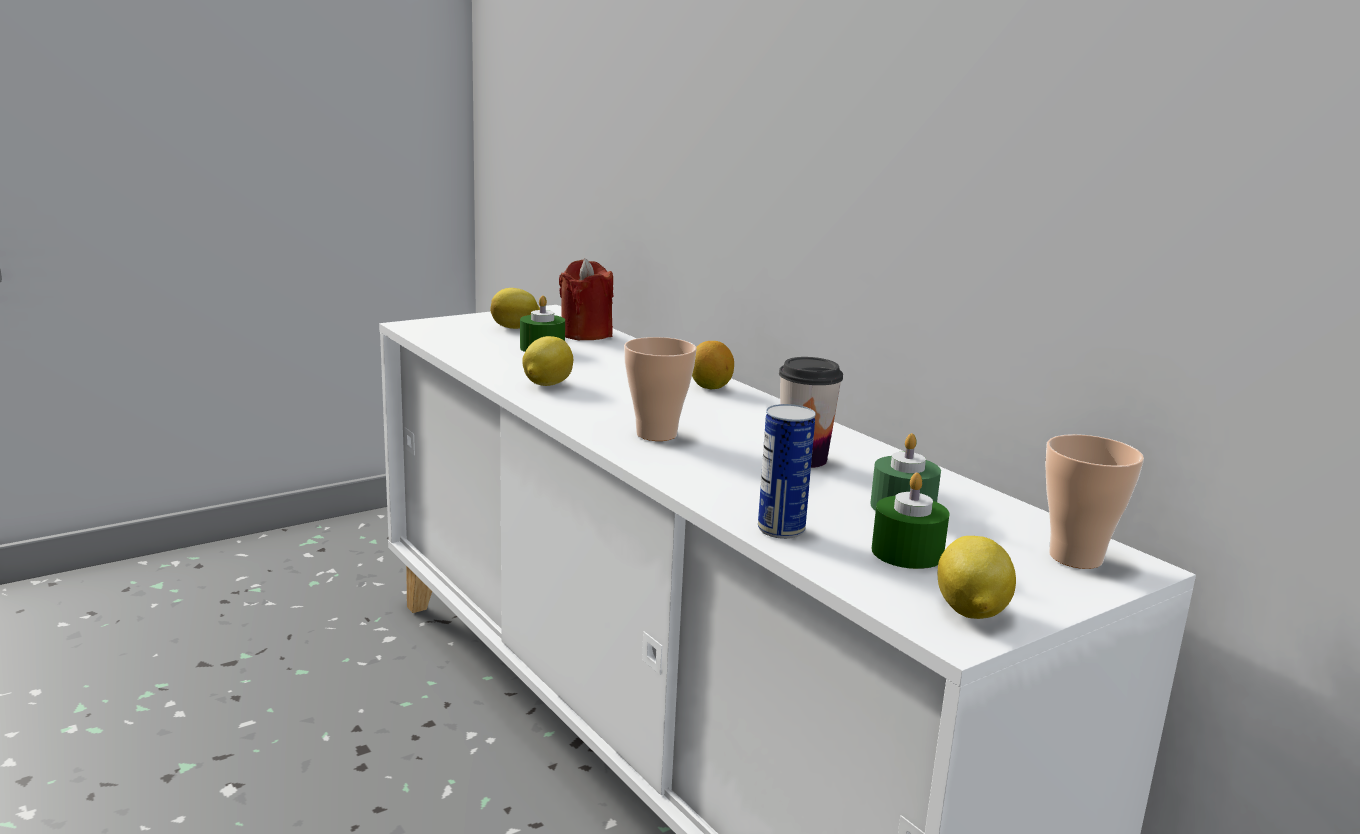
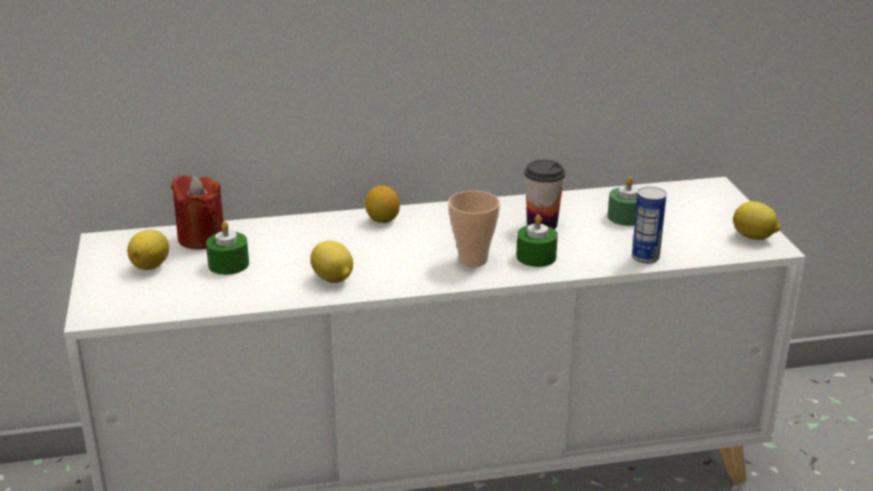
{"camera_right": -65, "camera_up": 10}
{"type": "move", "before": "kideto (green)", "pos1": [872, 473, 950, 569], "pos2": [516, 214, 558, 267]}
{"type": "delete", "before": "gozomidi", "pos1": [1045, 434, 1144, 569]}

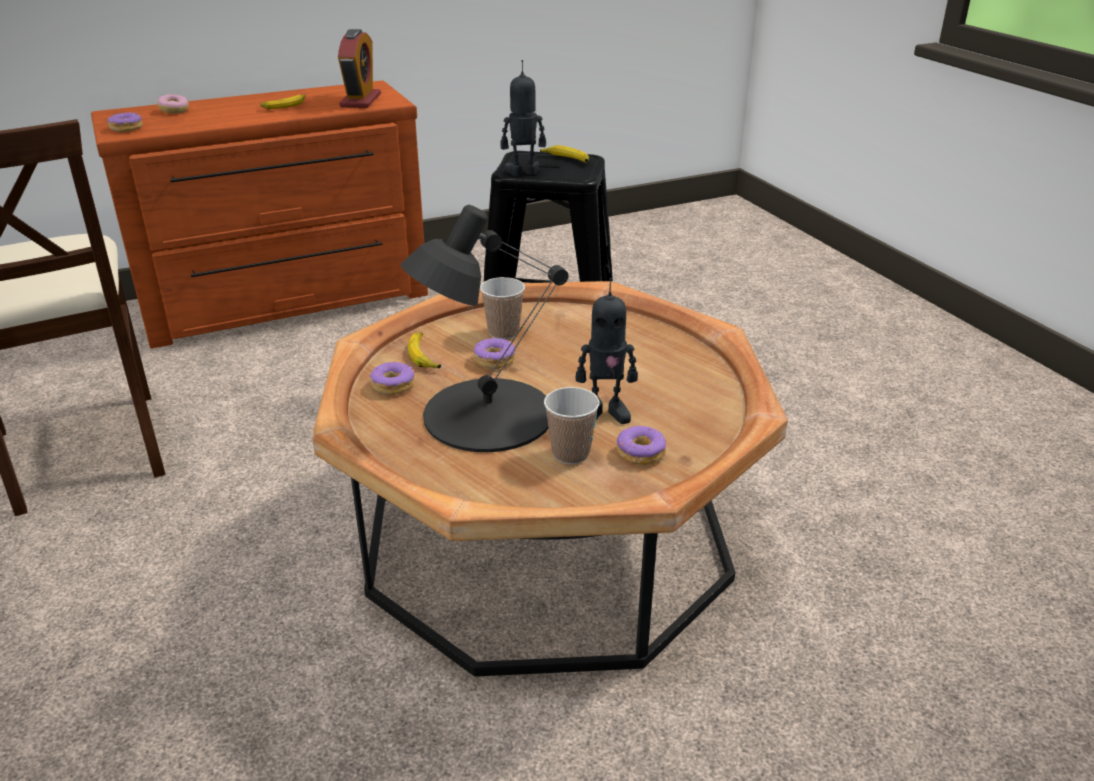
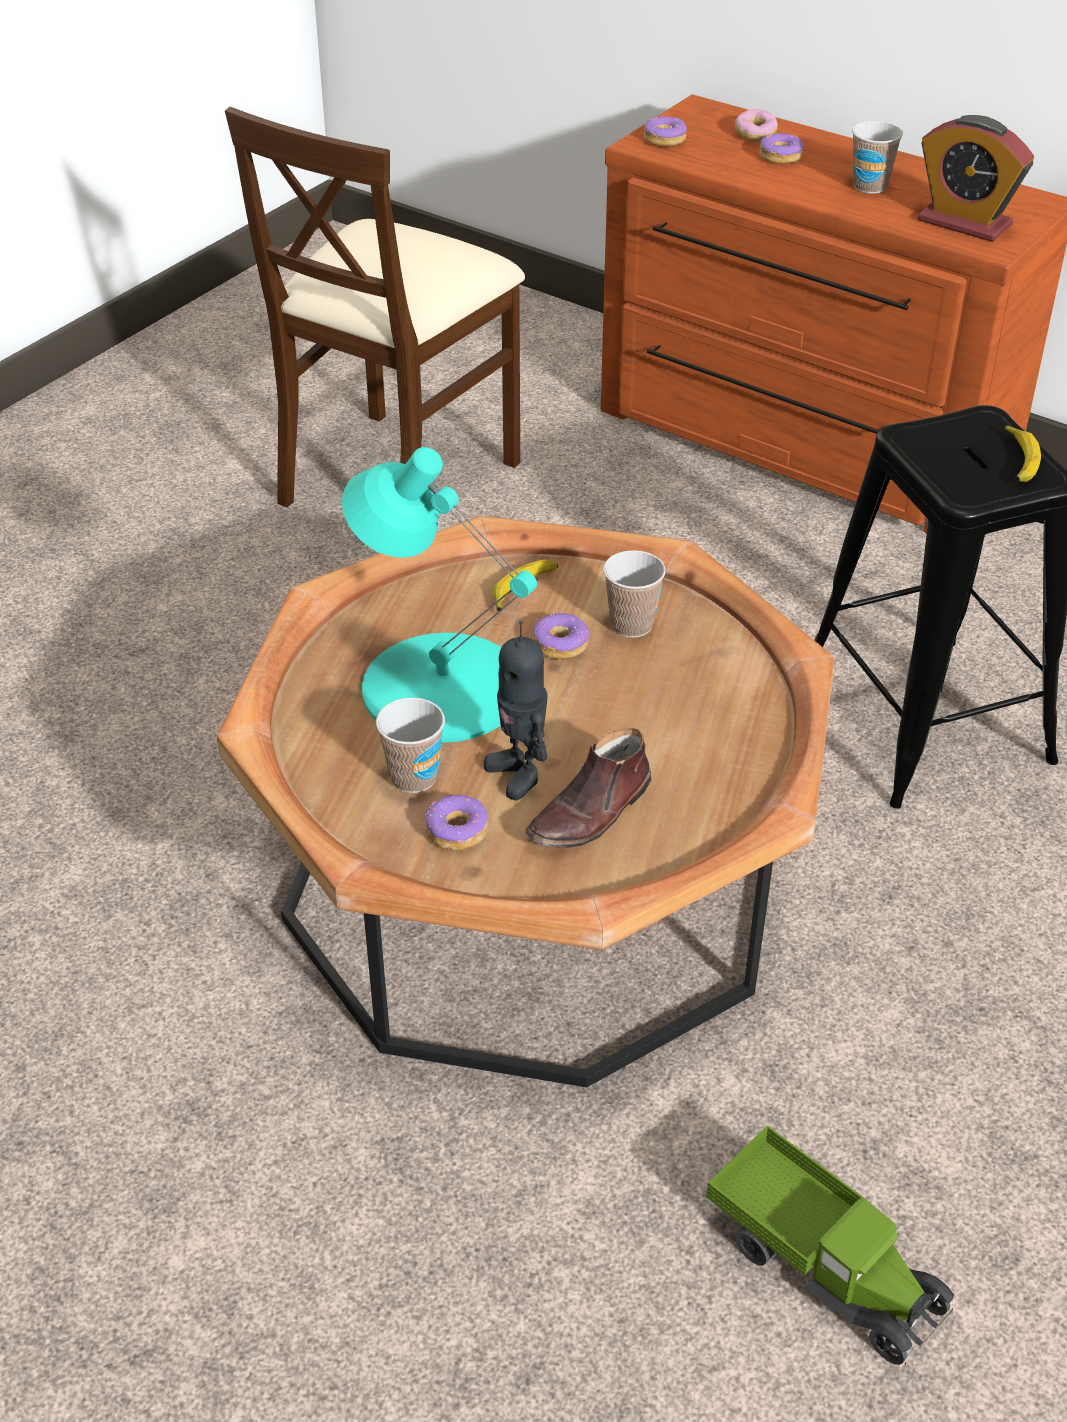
{"camera_right": 60, "camera_up": 10}
{"type": "recolor", "before": "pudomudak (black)", "after": "pudomudak (turquoise)", "pos1": [400, 205, 568, 452], "pos2": [342, 447, 537, 743]}
{"type": "insert", "after": "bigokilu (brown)", "pos2": [526, 728, 652, 848]}
{"type": "insert", "after": "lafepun", "pos2": [706, 1125, 954, 1365]}
{"type": "move", "before": "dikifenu", "pos1": [370, 361, 414, 395], "pos2": [759, 133, 804, 164]}
{"type": "replace", "before": "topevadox", "after": "gozomidi", "pos1": [260, 94, 306, 109], "pos2": [852, 121, 903, 194]}
{"type": "rotate", "before": "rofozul", "pos1": [338, 29, 381, 108], "pos2": [918, 115, 1034, 242], "turn": 60}
{"type": "delete", "before": "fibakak", "pos1": [500, 60, 546, 176]}

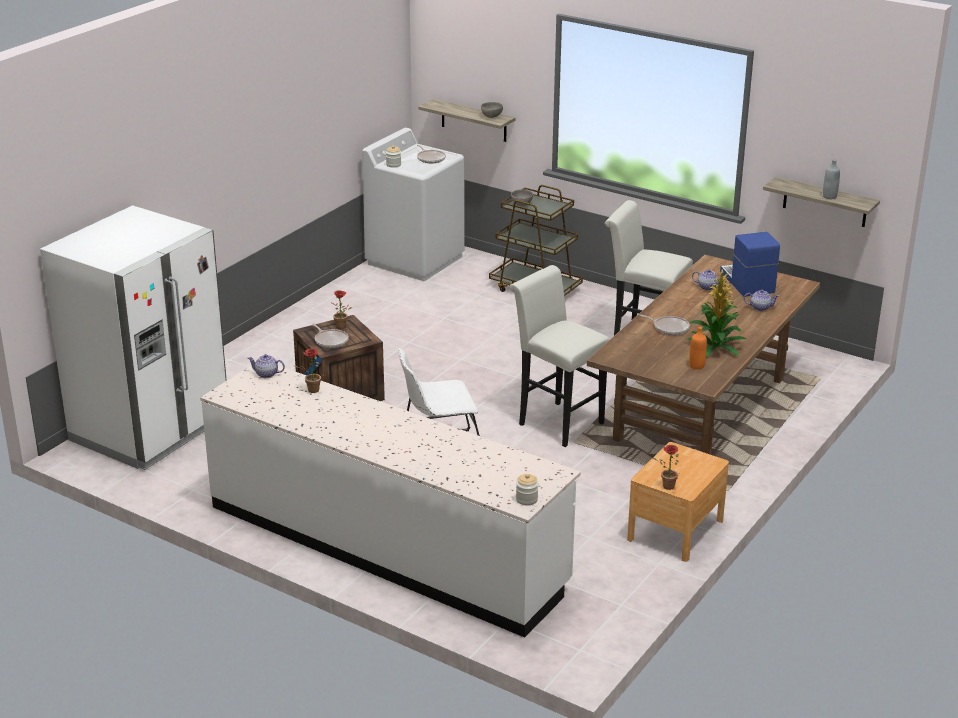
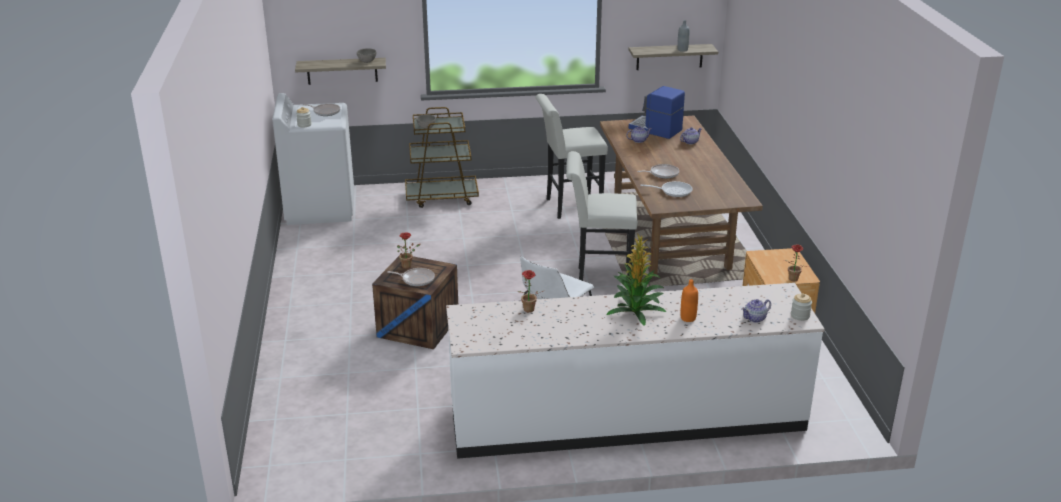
{"camera_right": -40, "camera_up": 0}
{"type": "move", "before": "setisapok", "pos1": [686, 269, 746, 357], "pos2": [606, 233, 666, 326]}
{"type": "insert", "after": "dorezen", "pos2": [640, 181, 693, 197]}
{"type": "move", "before": "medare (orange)", "pos1": [689, 327, 707, 370], "pos2": [680, 279, 698, 322]}
{"type": "move", "before": "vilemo", "pos1": [248, 354, 285, 378], "pos2": [741, 299, 771, 323]}
{"type": "delete", "before": "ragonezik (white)", "pos1": [40, 205, 227, 470]}

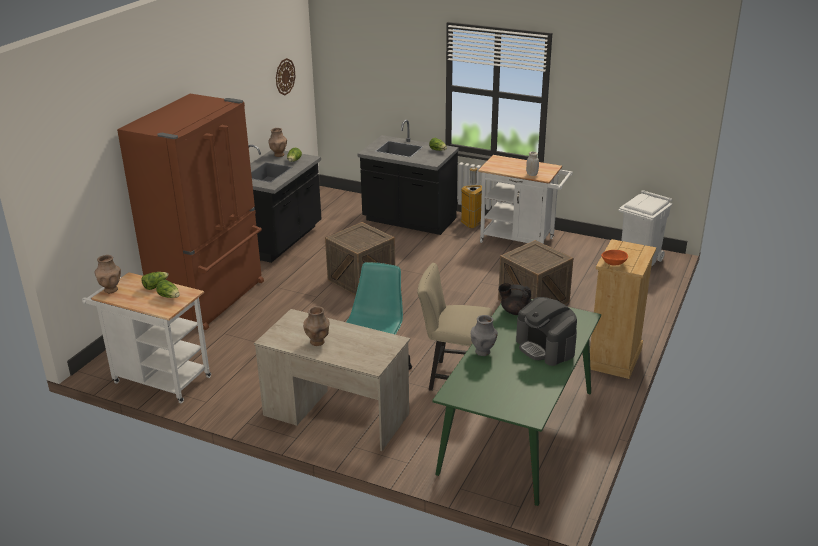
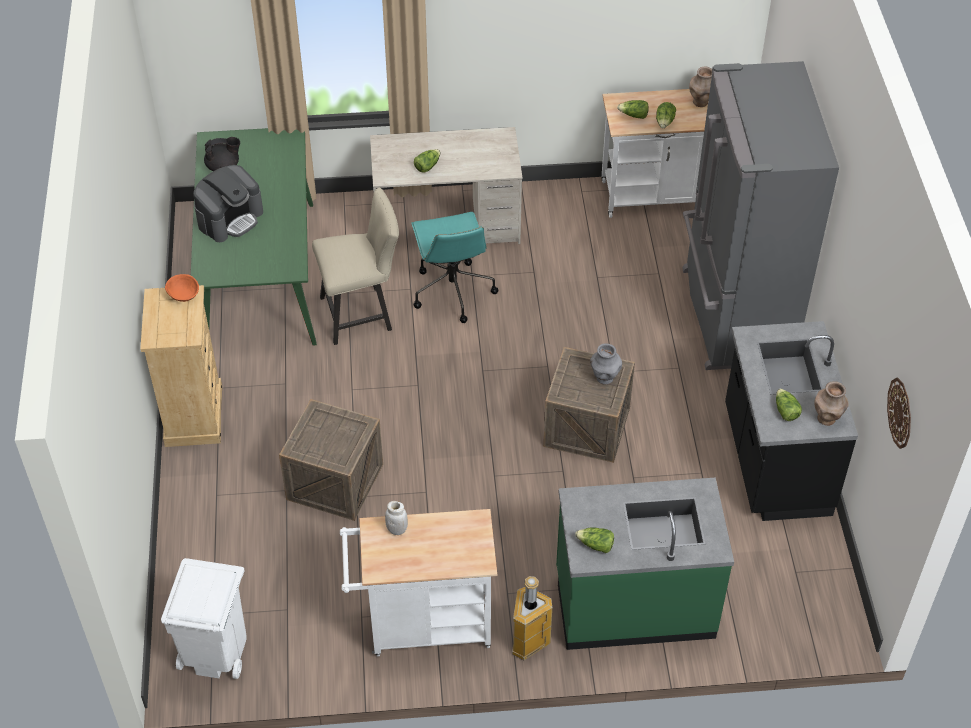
{"camera_right": 150, "camera_up": 20}
{"type": "rotate", "before": "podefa", "pos1": [516, 297, 577, 366], "pos2": [193, 165, 263, 242], "turn": 105}
{"type": "move", "before": "vilemo (black)", "pos1": [498, 283, 532, 315], "pos2": [204, 137, 240, 171]}
{"type": "insert", "after": "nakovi", "pos2": [414, 149, 441, 173]}
{"type": "recolor", "before": "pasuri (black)", "after": "pasuri (green)", "pos1": [358, 120, 459, 235], "pos2": [556, 477, 734, 650]}
{"type": "move", "before": "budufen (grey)", "pos1": [471, 315, 498, 356], "pos2": [590, 343, 622, 385]}
{"type": "recolor", "before": "ragonezik (brown)", "after": "ragonezik (grey)", "pos1": [117, 94, 264, 330], "pos2": [682, 61, 839, 370]}
{"type": "delete", "before": "budufen (brown)", "pos1": [303, 306, 329, 346]}

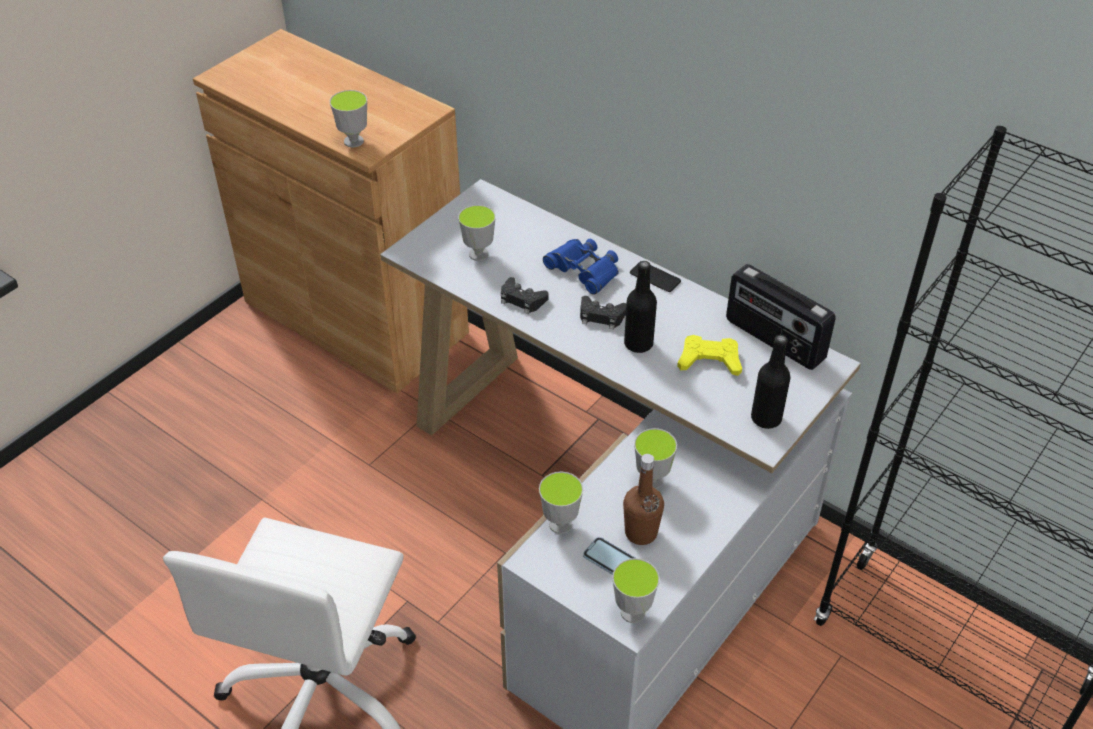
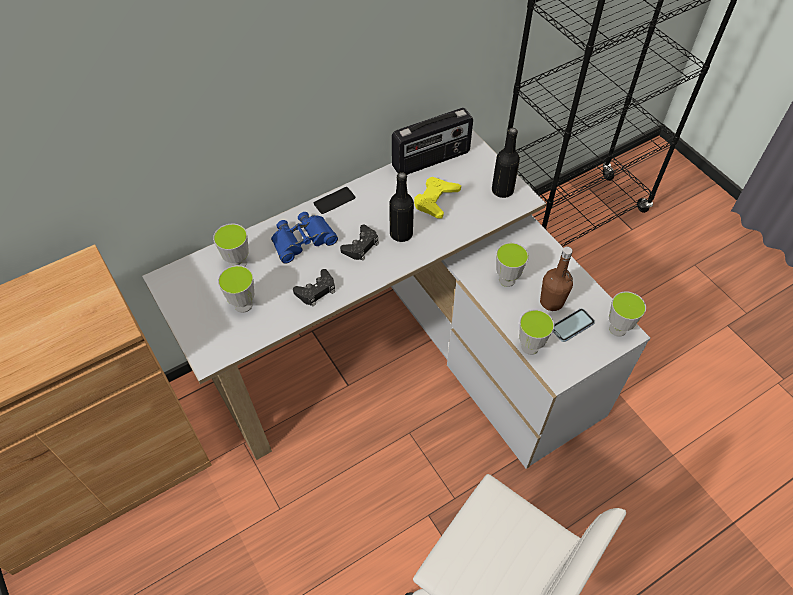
{"camera_right": -70, "camera_up": 10}
{"type": "move", "before": "gozomidi", "pos1": [330, 90, 367, 147], "pos2": [213, 224, 249, 267]}

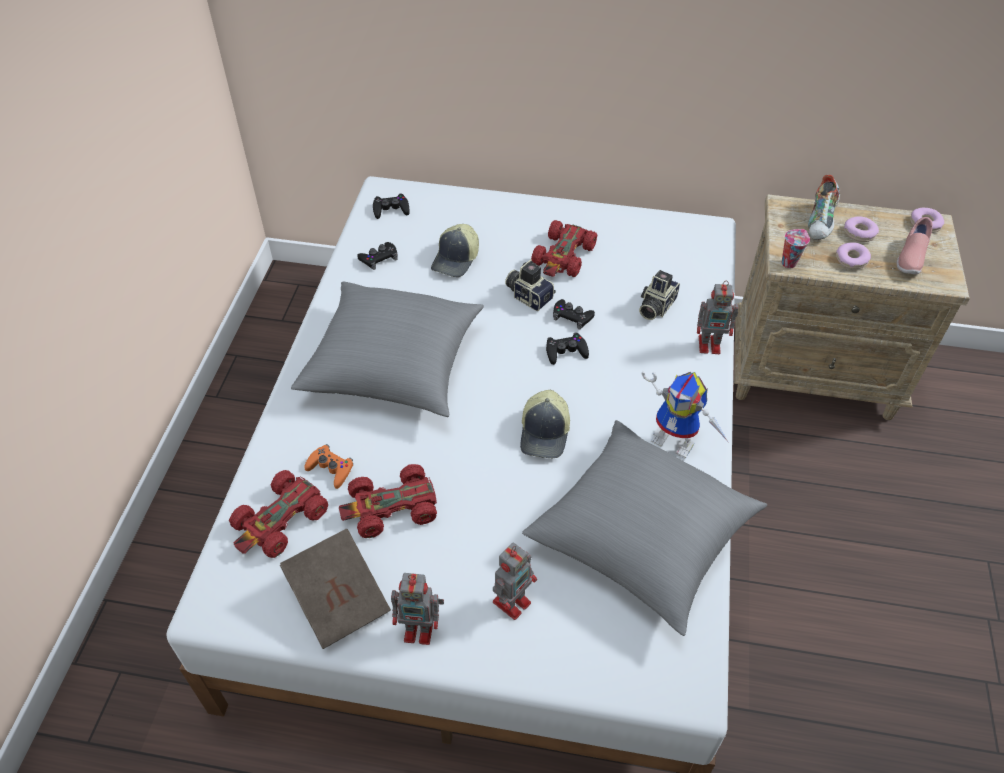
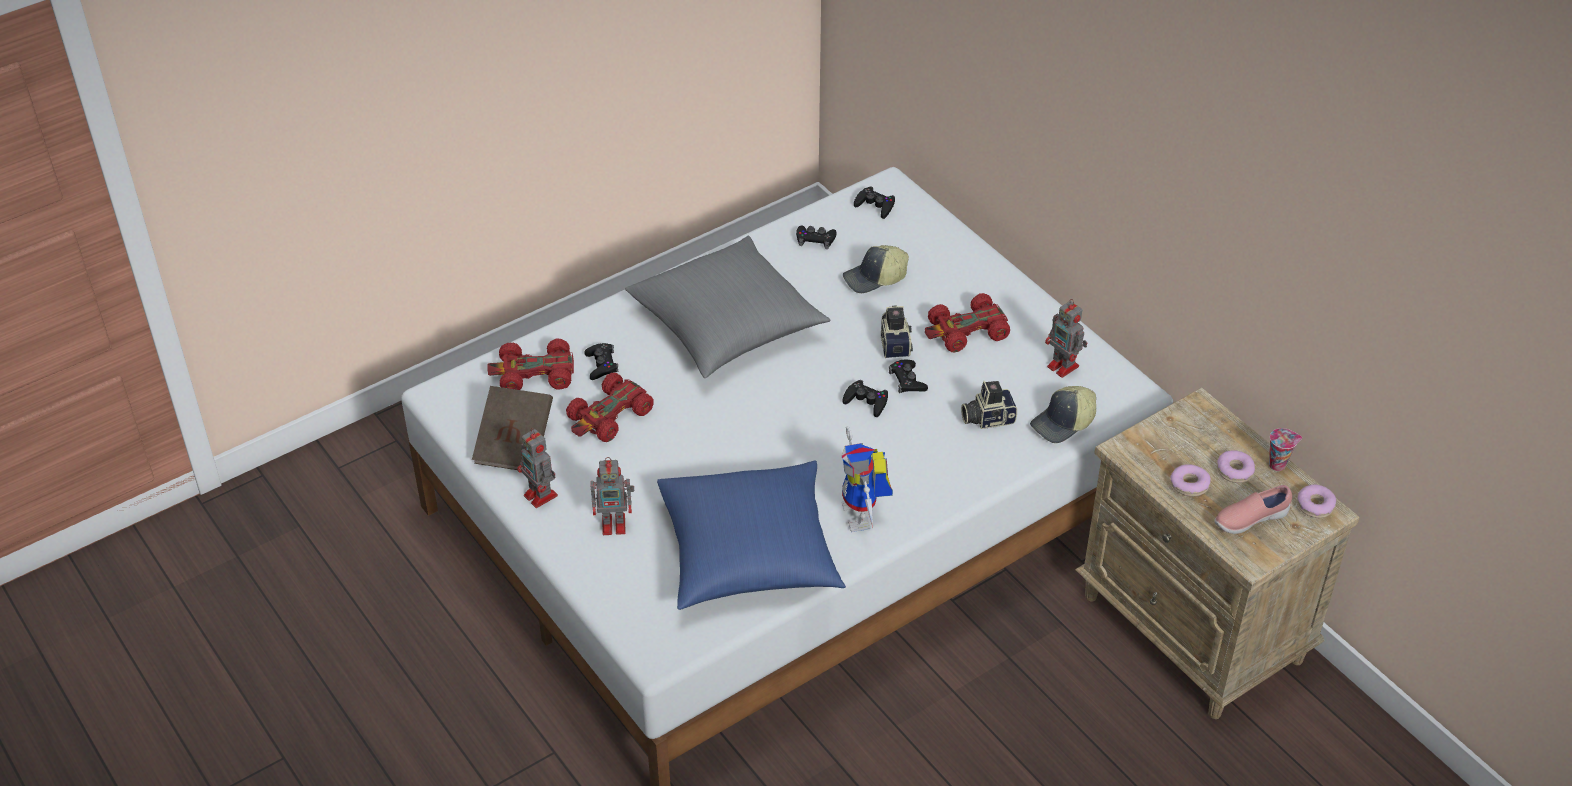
{"camera_right": 45, "camera_up": -5}
{"type": "rotate", "before": "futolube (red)", "pos1": [339, 464, 437, 538], "pos2": [566, 373, 654, 442], "turn": -75}
{"type": "recolor", "before": "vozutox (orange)", "after": "vozutox (black)", "pos1": [304, 444, 353, 489], "pos2": [584, 343, 618, 380]}
{"type": "recolor", "before": "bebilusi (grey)", "after": "bebilusi (blue)", "pos1": [522, 420, 767, 636], "pos2": [657, 460, 846, 610]}
{"type": "move", "before": "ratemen", "pos1": [520, 390, 570, 458], "pos2": [1030, 386, 1096, 443]}
{"type": "move", "before": "fibakak", "pos1": [697, 281, 738, 354], "pos2": [1045, 299, 1087, 378]}
{"type": "move", "before": "gozomidi", "pos1": [781, 229, 810, 268], "pos2": [1269, 428, 1302, 471]}
{"type": "delete", "before": "bigokilu", "pos1": [808, 175, 840, 240]}

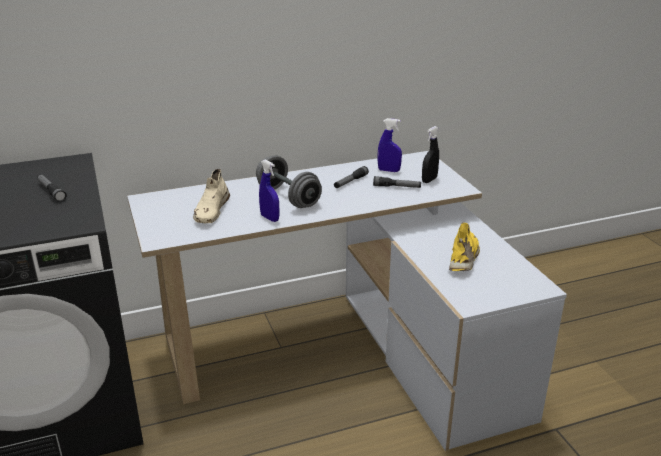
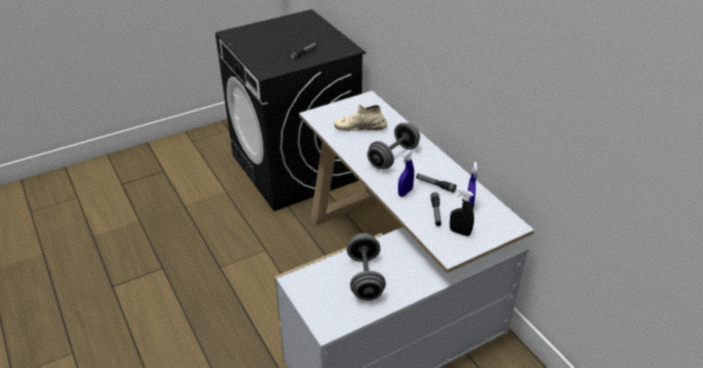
{"camera_right": 80, "camera_up": 10}
{"type": "replace", "before": "bigokilu (yellow)", "after": "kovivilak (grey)", "pos1": [449, 223, 480, 271], "pos2": [347, 233, 386, 301]}
{"type": "move", "before": "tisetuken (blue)", "pos1": [259, 160, 279, 222], "pos2": [398, 150, 414, 197]}

